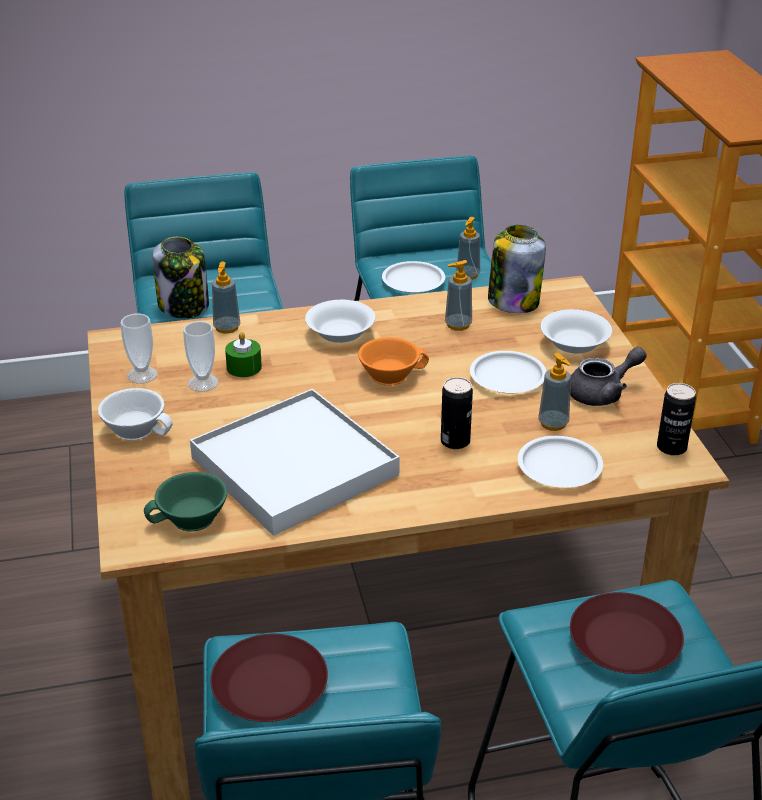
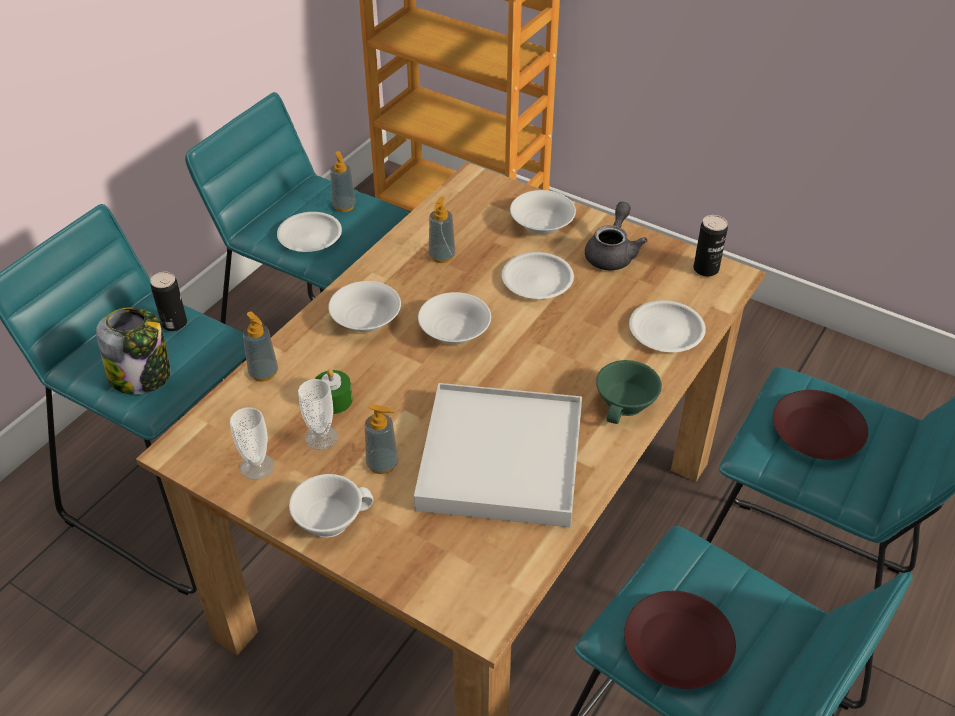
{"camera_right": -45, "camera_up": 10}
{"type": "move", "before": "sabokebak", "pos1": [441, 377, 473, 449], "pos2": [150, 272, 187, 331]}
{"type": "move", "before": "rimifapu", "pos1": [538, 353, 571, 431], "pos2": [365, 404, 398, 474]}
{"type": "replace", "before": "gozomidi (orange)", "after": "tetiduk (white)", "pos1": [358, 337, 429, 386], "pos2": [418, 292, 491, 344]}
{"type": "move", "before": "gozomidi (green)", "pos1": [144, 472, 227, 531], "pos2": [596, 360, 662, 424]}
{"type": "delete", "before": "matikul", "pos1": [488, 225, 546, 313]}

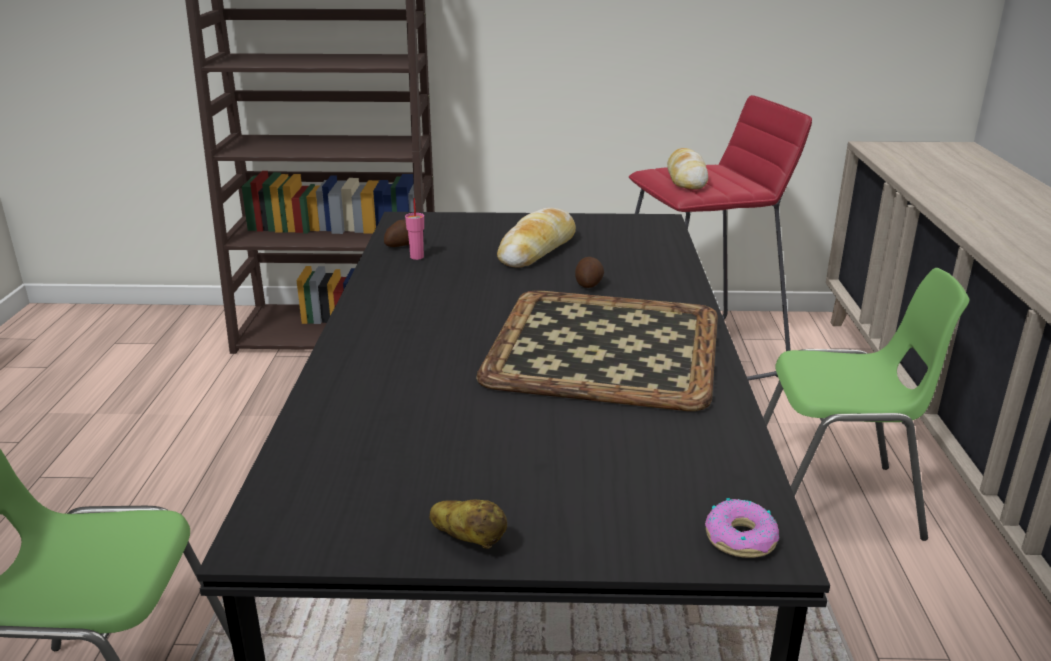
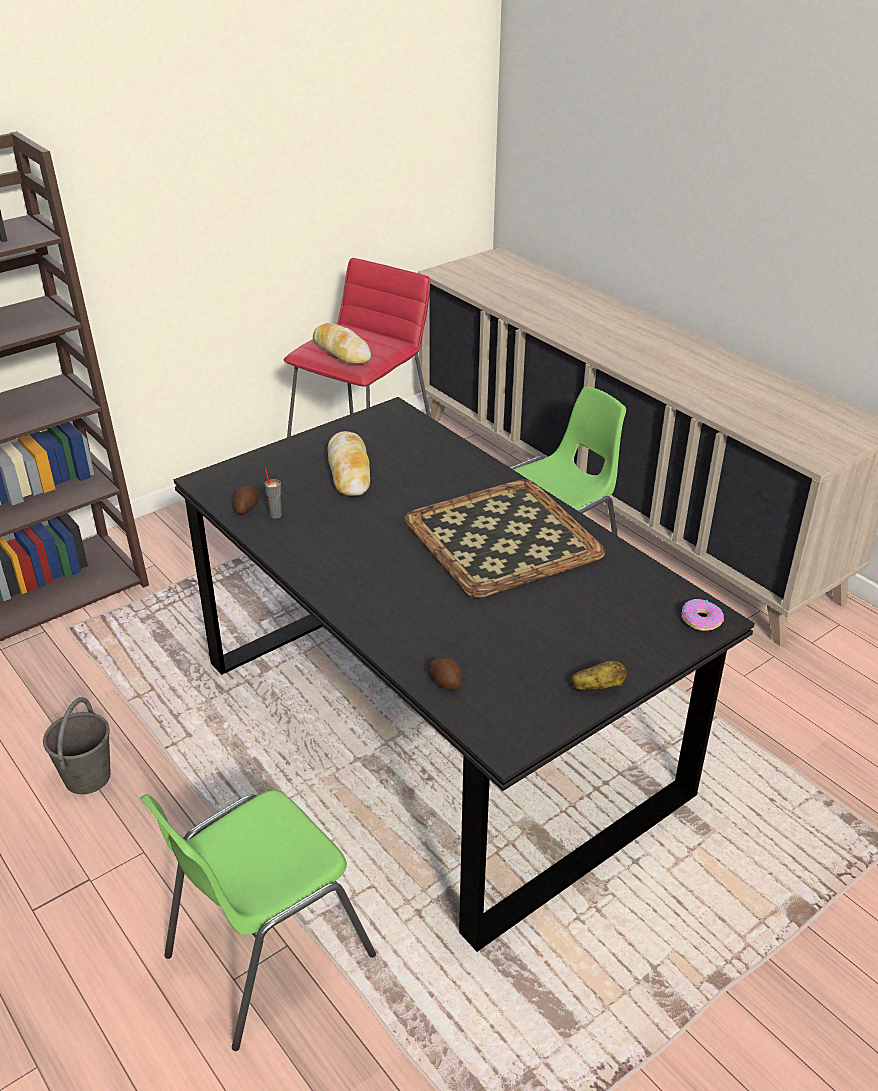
{"camera_right": -40, "camera_up": 10}
{"type": "insert", "after": "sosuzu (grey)", "pos2": [43, 697, 111, 794]}
{"type": "recolor", "before": "gozomidi (pink)", "after": "gozomidi (grey)", "pos1": [405, 198, 424, 260], "pos2": [264, 469, 282, 519]}
{"type": "move", "before": "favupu", "pos1": [575, 257, 604, 288], "pos2": [428, 657, 463, 690]}

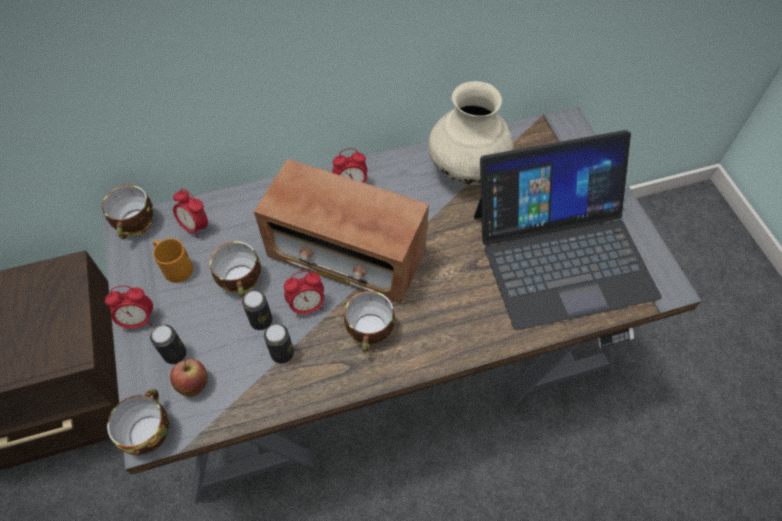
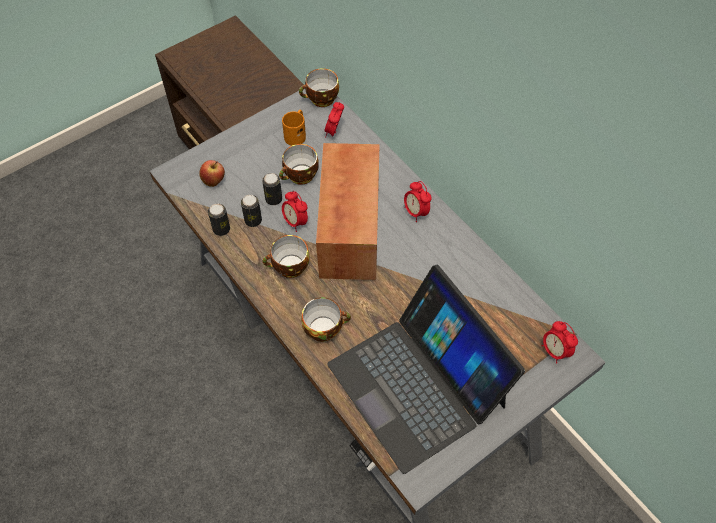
{"camera_right": 70, "camera_up": 0}
{"type": "move", "before": "sabokebak", "pos1": [150, 324, 187, 364], "pos2": [208, 204, 230, 236]}
{"type": "move", "before": "gozomidi", "pos1": [107, 389, 169, 455], "pos2": [301, 297, 351, 342]}
{"type": "move", "before": "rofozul", "pos1": [105, 286, 153, 331], "pos2": [542, 321, 578, 364]}
{"type": "delete", "before": "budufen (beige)", "pos1": [428, 81, 513, 185]}

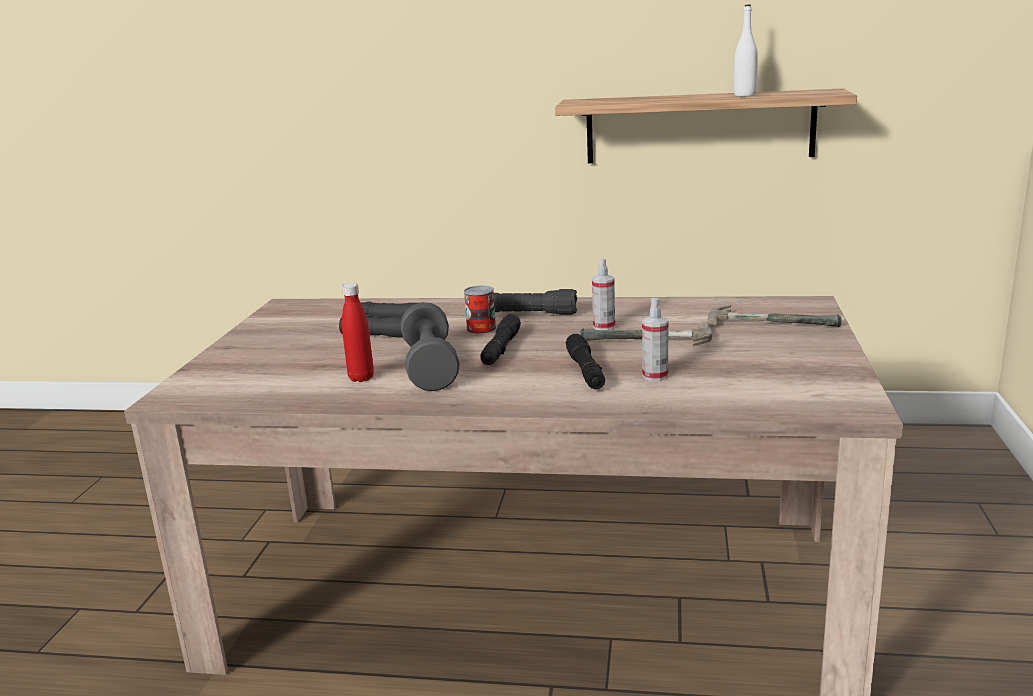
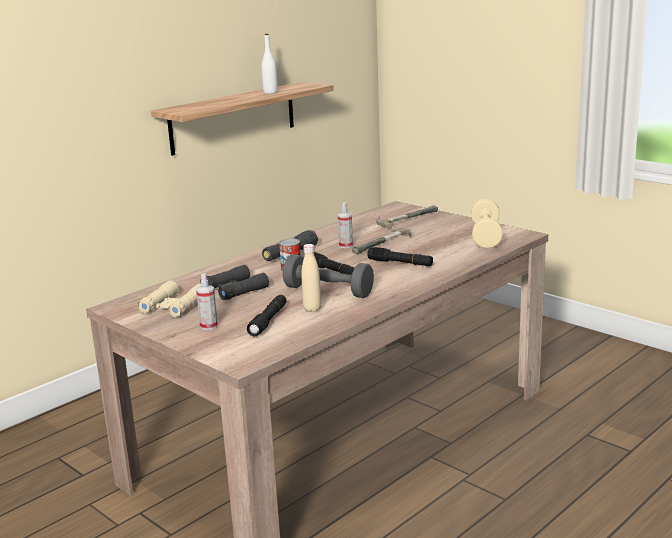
{"camera_right": -55, "camera_up": 0}
{"type": "insert", "after": "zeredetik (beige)", "pos2": [138, 280, 201, 317]}
{"type": "move", "before": "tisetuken", "pos1": [642, 298, 668, 381], "pos2": [196, 273, 218, 330]}
{"type": "insert", "after": "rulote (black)", "pos2": [247, 295, 286, 336]}
{"type": "recolor", "before": "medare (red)", "after": "medare (beige)", "pos1": [342, 283, 374, 382], "pos2": [301, 244, 321, 312]}
{"type": "insert", "after": "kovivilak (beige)", "pos2": [471, 199, 503, 249]}

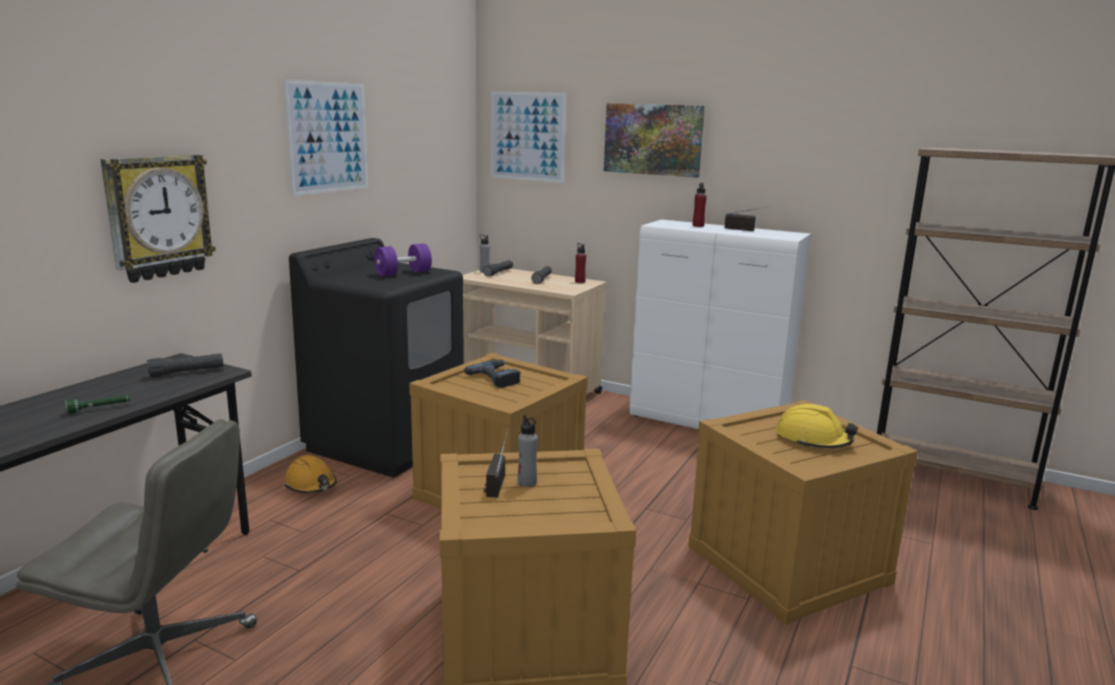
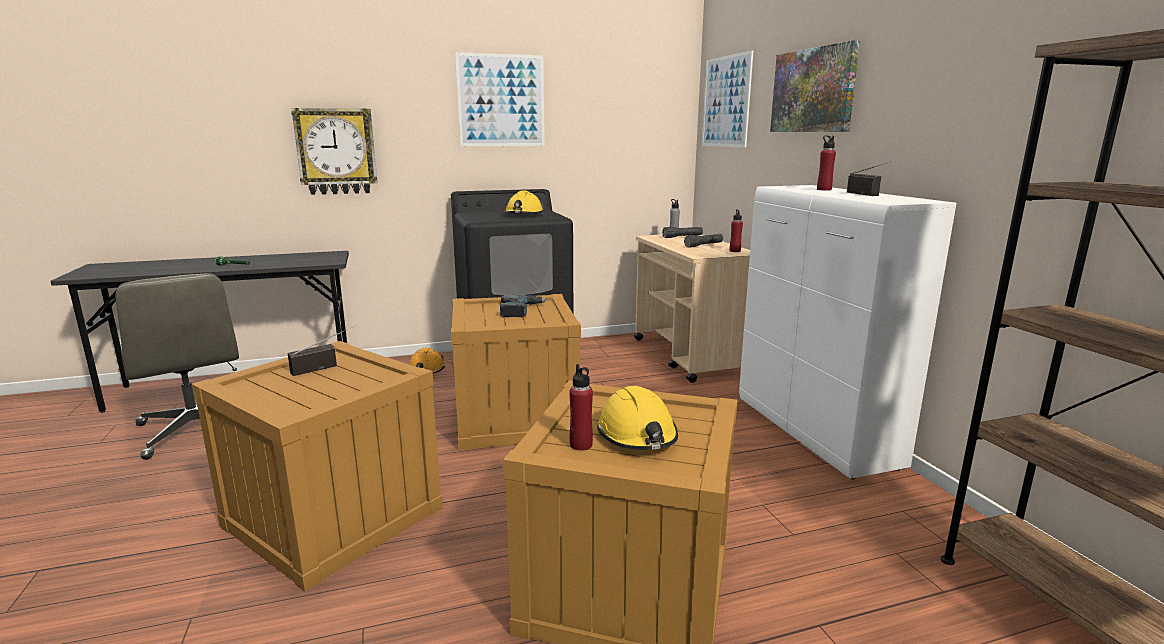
{"camera_right": 45, "camera_up": 0}
{"type": "replace", "before": "kovivilak (purple)", "after": "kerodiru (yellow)", "pos1": [374, 244, 432, 276], "pos2": [504, 190, 544, 214]}
{"type": "insert", "after": "medare (red)", "pos2": [569, 364, 593, 451]}
{"type": "delete", "before": "rulote (black)", "pos1": [147, 353, 223, 378]}
{"type": "delete", "before": "medare (grey)", "pos1": [518, 415, 538, 487]}

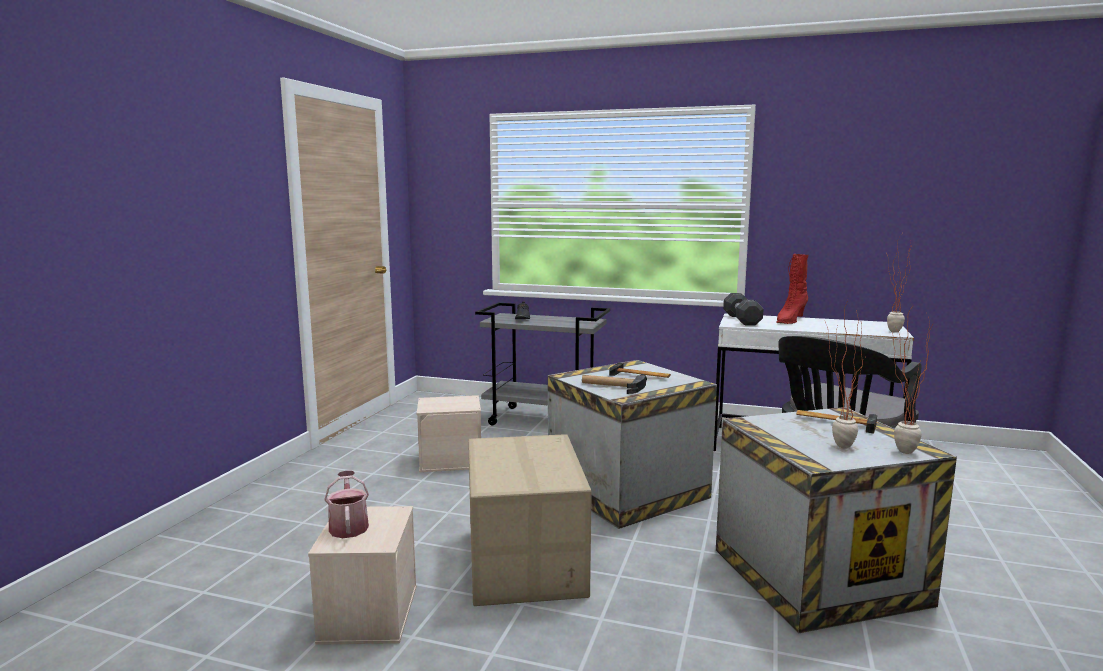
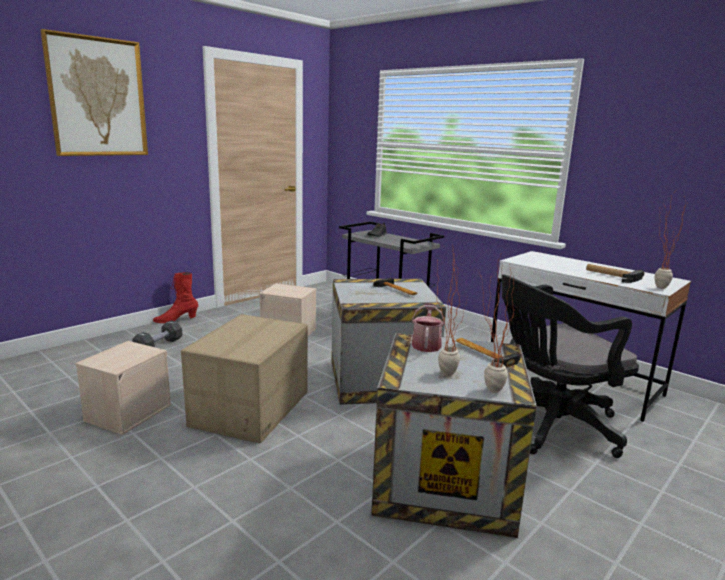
{"camera_right": 25, "camera_up": 5}
{"type": "insert", "after": "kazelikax", "pos2": [41, 29, 148, 156]}
{"type": "move", "before": "kovivilak (black)", "pos1": [723, 293, 764, 326], "pos2": [132, 320, 182, 347]}
{"type": "move", "before": "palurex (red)", "pos1": [776, 254, 809, 324], "pos2": [153, 272, 198, 323]}
{"type": "move", "before": "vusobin", "pos1": [324, 470, 369, 538], "pos2": [412, 303, 444, 352]}
{"type": "move", "before": "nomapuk", "pos1": [582, 374, 647, 394], "pos2": [586, 264, 644, 283]}

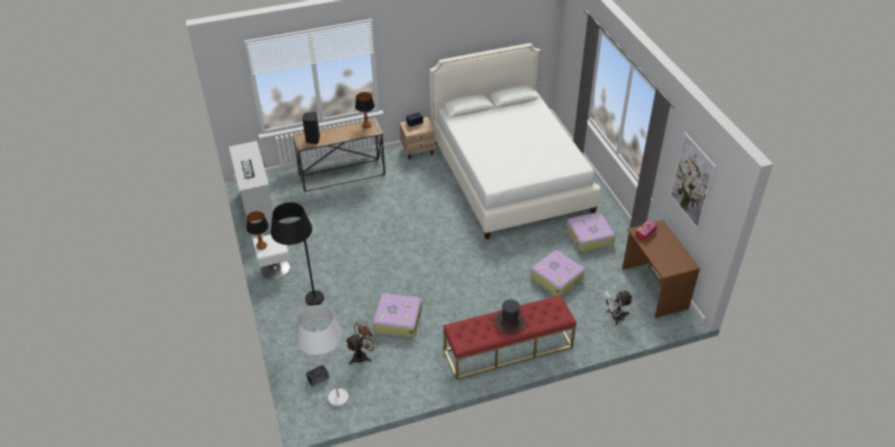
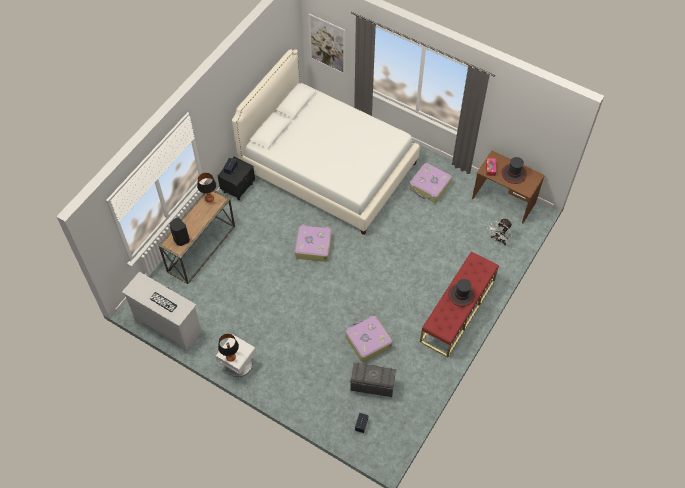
{"camera_right": -40, "camera_up": 15}
{"type": "recolor", "before": "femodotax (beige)", "after": "femodotax (black)", "pos1": [400, 117, 436, 159], "pos2": [218, 156, 255, 201]}
{"type": "move", "before": "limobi", "pos1": [531, 250, 585, 297], "pos2": [295, 225, 332, 262]}
{"type": "move", "before": "kazelikax", "pos1": [670, 132, 716, 231], "pos2": [308, 14, 345, 74]}
{"type": "replace", "before": "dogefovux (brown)", "after": "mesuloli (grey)", "pos1": [346, 320, 379, 365], "pos2": [350, 362, 397, 397]}
{"type": "insert", "after": "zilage", "pos2": [502, 157, 527, 184]}
{"type": "delete", "before": "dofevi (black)", "pos1": [271, 202, 324, 306]}
{"type": "delete", "before": "dofevi (white)", "pos1": [295, 305, 349, 407]}

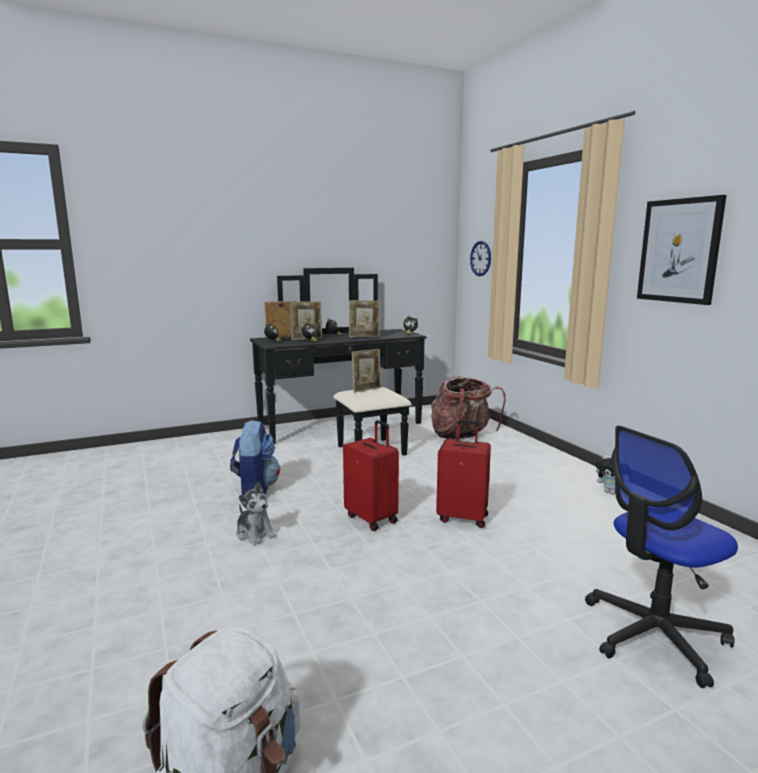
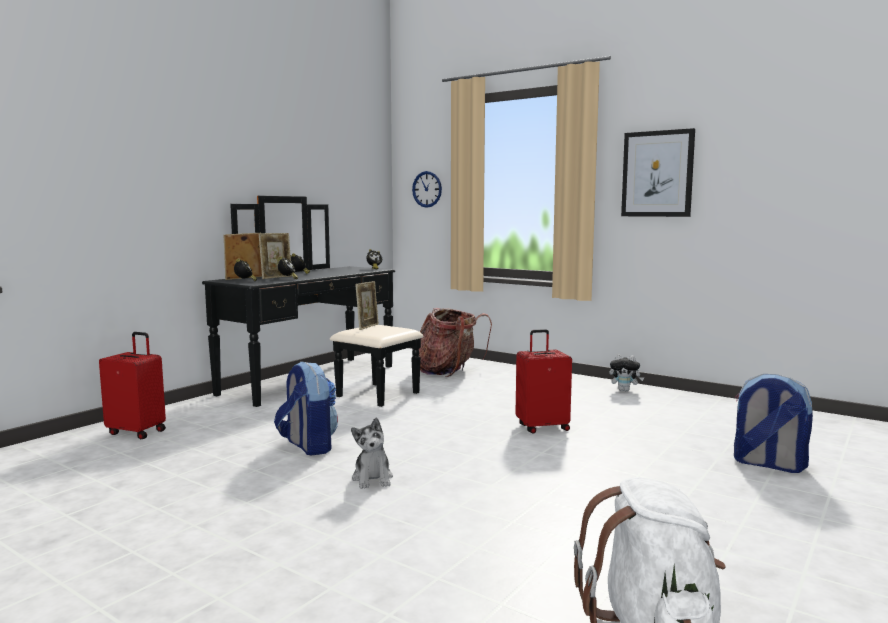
{"camera_right": -30, "camera_up": -5}
{"type": "move", "before": "limobi (red)", "pos1": [343, 420, 399, 531], "pos2": [99, 332, 166, 439]}
{"type": "rotate", "before": "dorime", "pos1": [236, 482, 276, 545], "pos2": [351, 417, 393, 489], "turn": 60}
{"type": "replace", "before": "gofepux", "after": "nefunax", "pos1": [585, 426, 738, 688], "pos2": [734, 374, 813, 473]}
{"type": "delete", "before": "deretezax", "pos1": [349, 300, 380, 337]}

